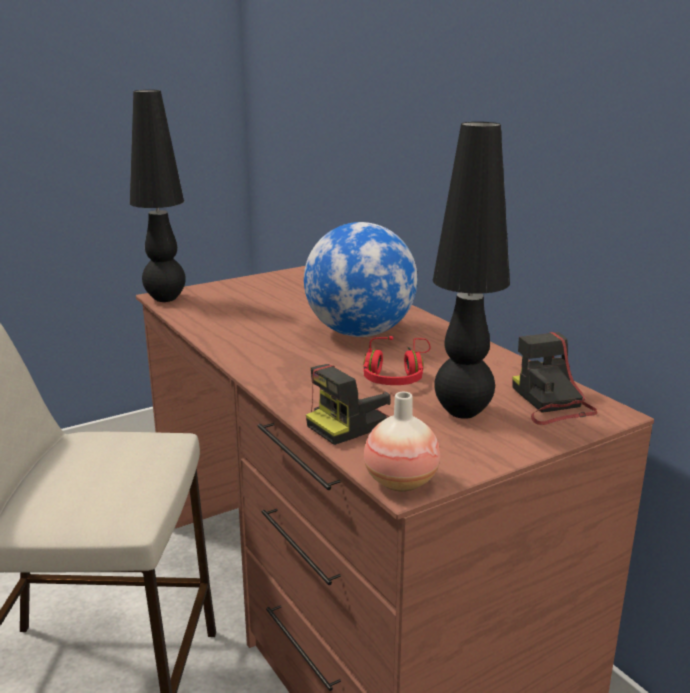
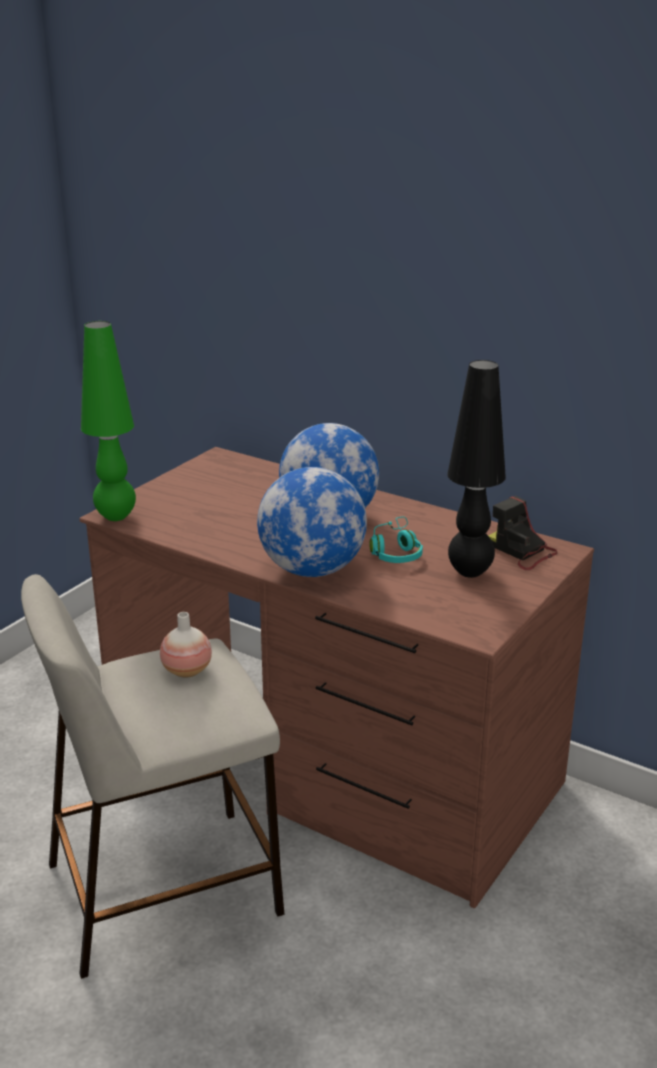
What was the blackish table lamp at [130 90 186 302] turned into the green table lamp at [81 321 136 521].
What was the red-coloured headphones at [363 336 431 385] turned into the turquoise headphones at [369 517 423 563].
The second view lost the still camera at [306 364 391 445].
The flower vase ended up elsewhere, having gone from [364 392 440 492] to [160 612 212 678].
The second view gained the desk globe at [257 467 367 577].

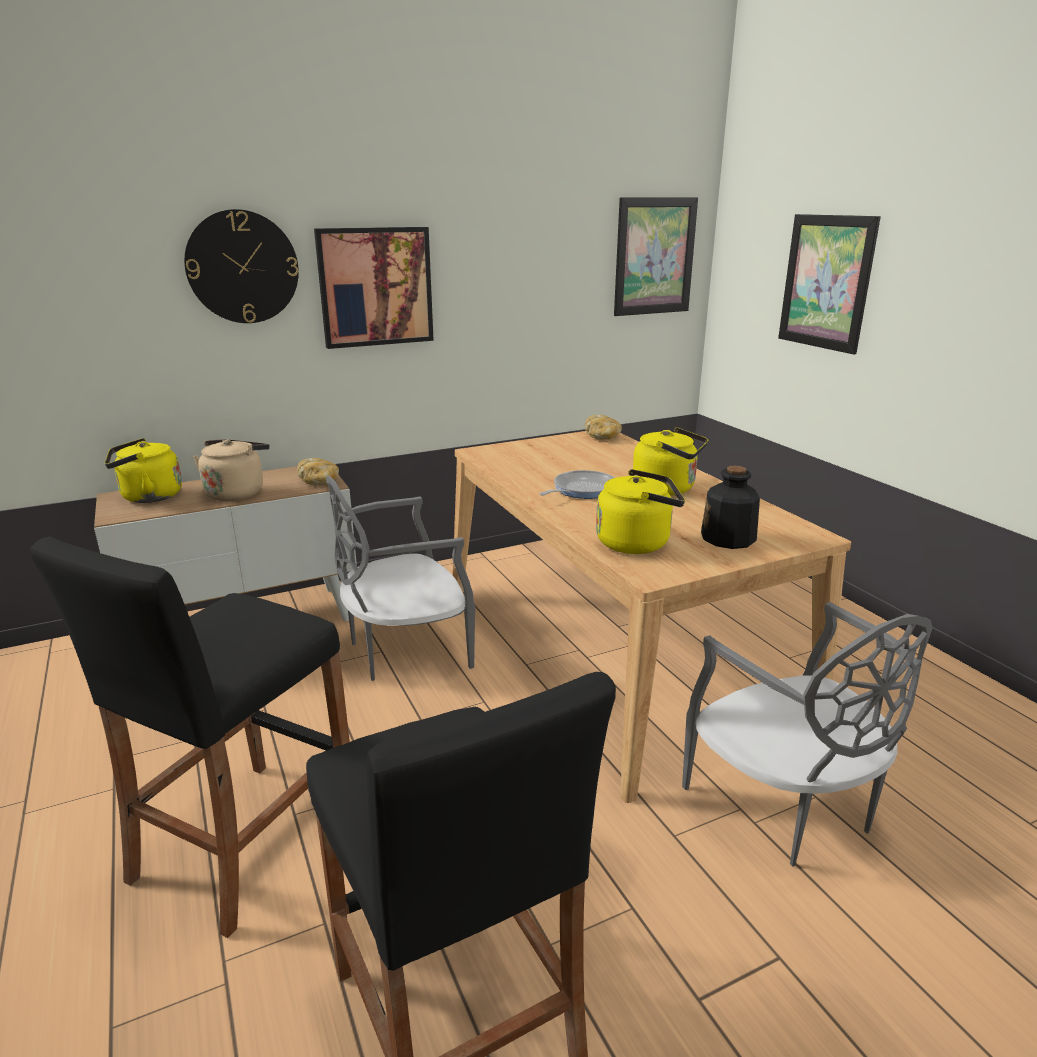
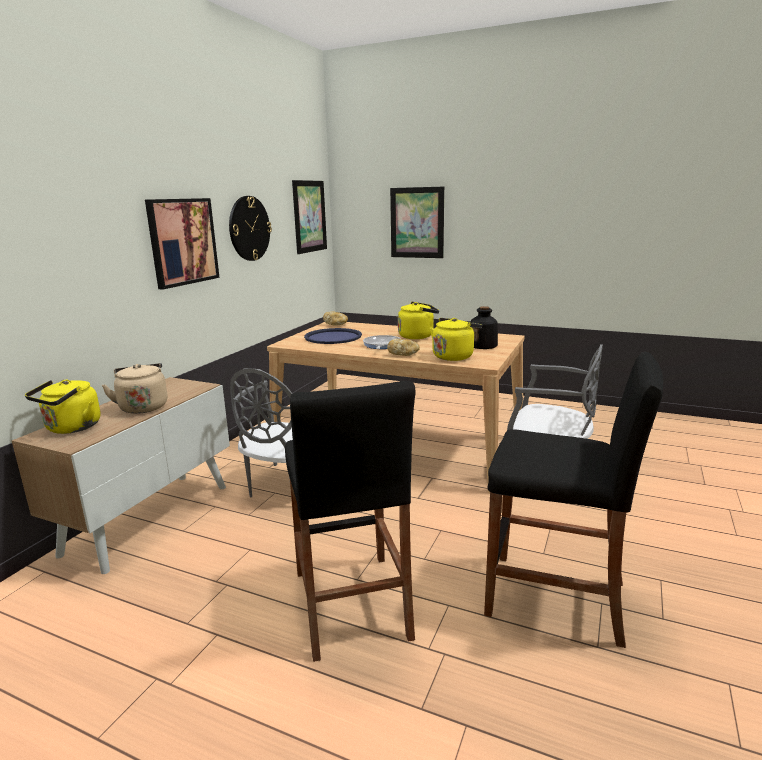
The wall clock ended up elsewhere, having gone from [184 209 299 323] to [229 196 272 261].
The bakery bread ended up elsewhere, having gone from [297 458 339 485] to [387 339 420 356].
The second view gained the bluish serving tray at [304 328 362 344].

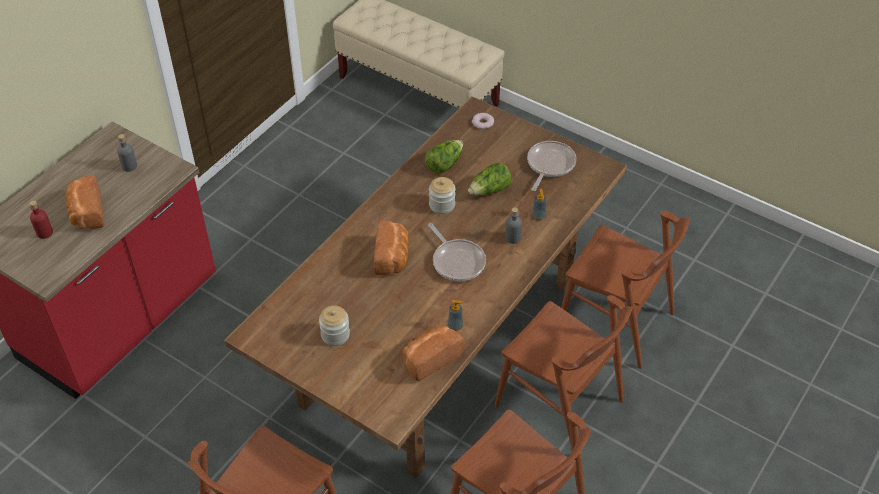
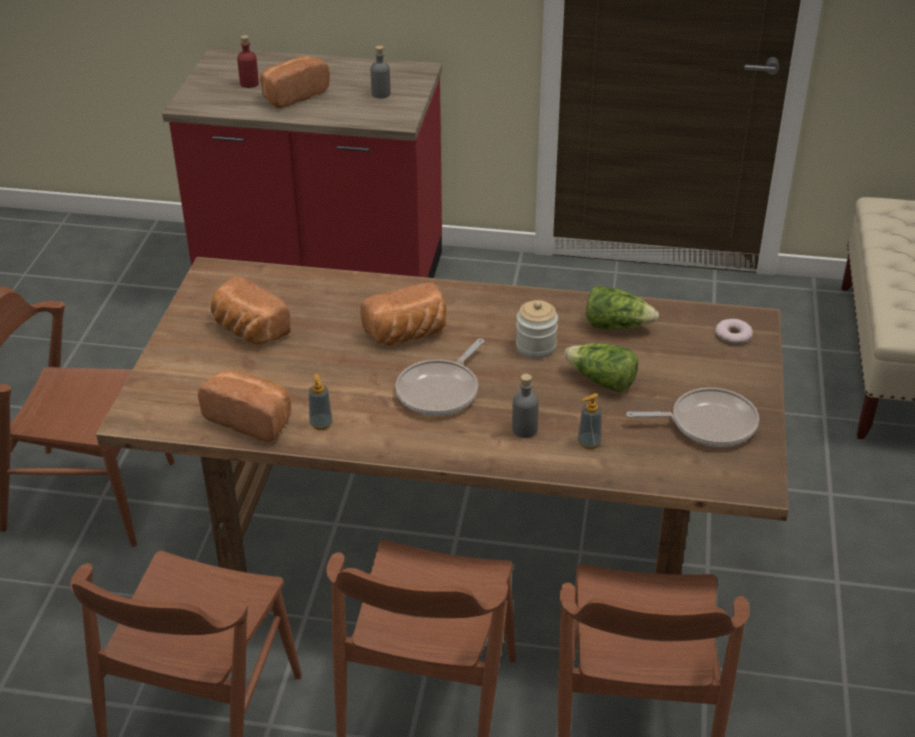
Where the preserve jar stood at [319 305 350 346], the bakery bread came to stand at [211 276 291 345].

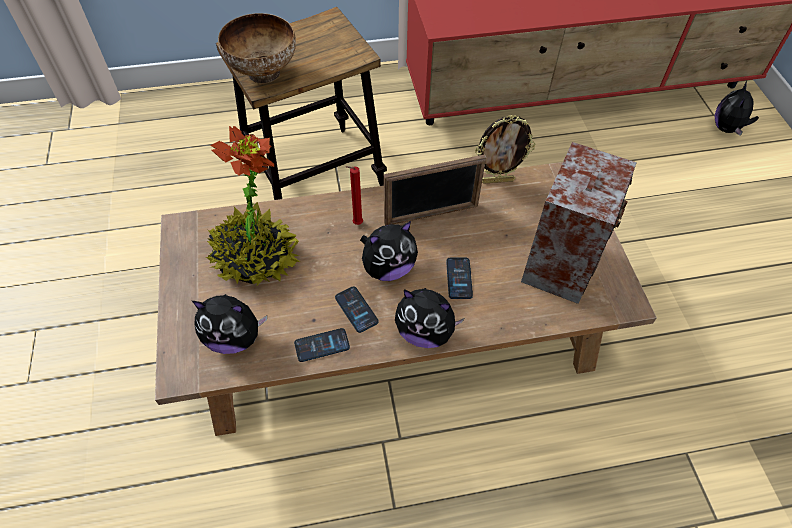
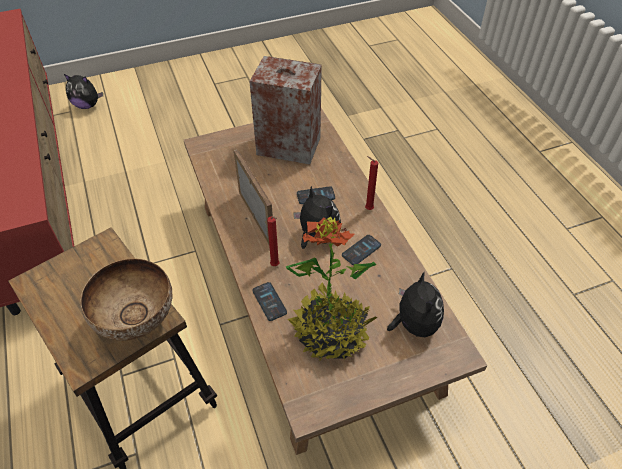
The second view lost the picture frame at [475 115 535 184].
Where the plush toy stood at [395 288 464 348], the red-coloured candle came to stand at [365 156 378 210].
The handset ended up elsewhere, having gone from [294 328 350 362] to [252 282 287 321].

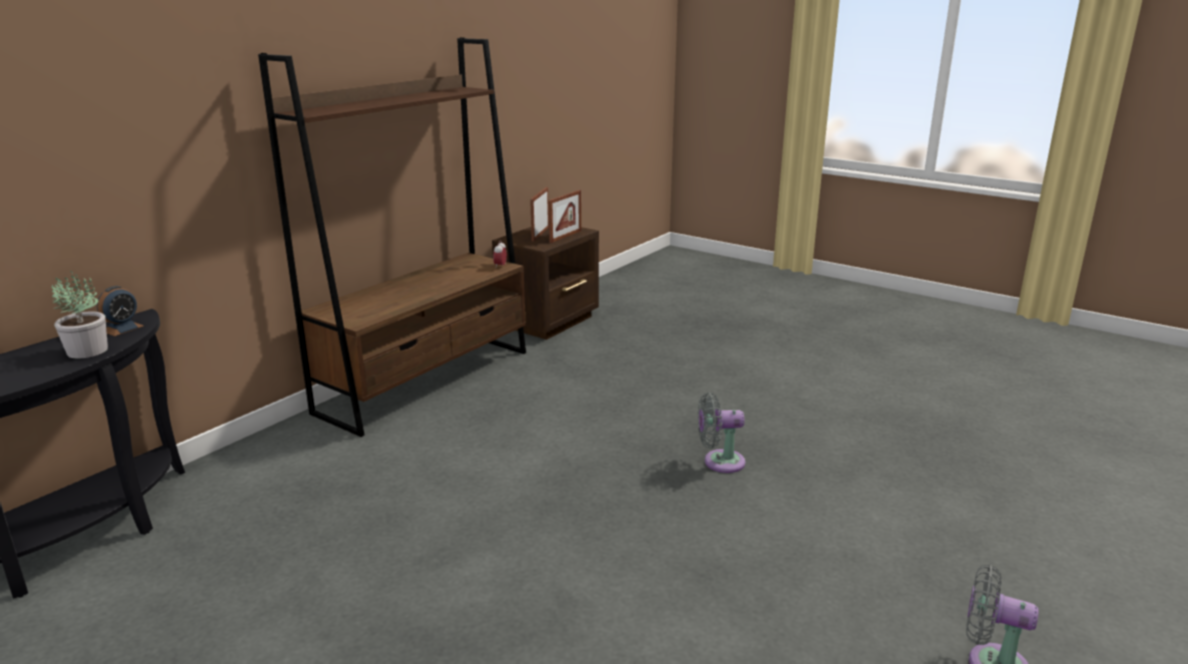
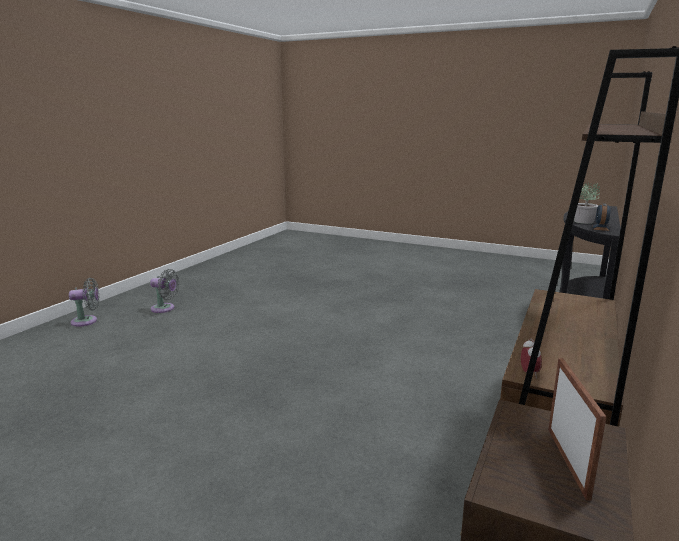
The second view lost the picture frame at [548 190 581 243].
The grey electric fan ended up elsewhere, having gone from [698 392 745 473] to [69 278 99 327].

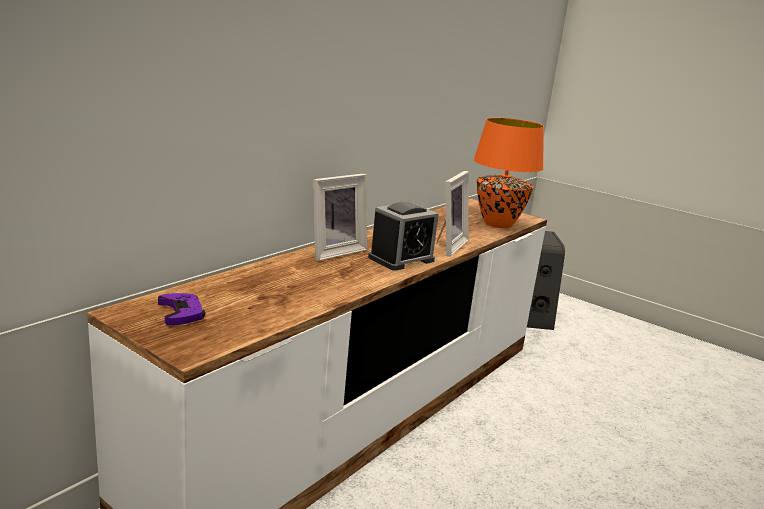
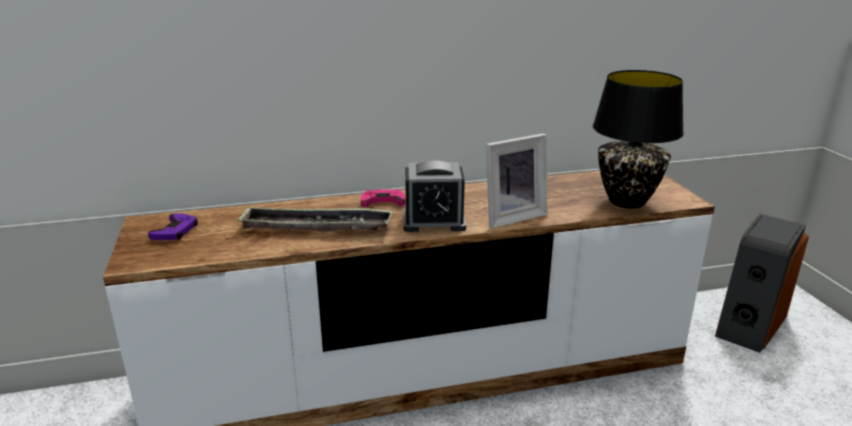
What was the orangey table lamp at [473 118 544 228] turned into the blackish table lamp at [593 70 684 208].
Where the picture frame stood at [313 174 367 261], the pink joypad came to stand at [361 189 405 207].
The second view gained the serving tray at [237 206 392 232].

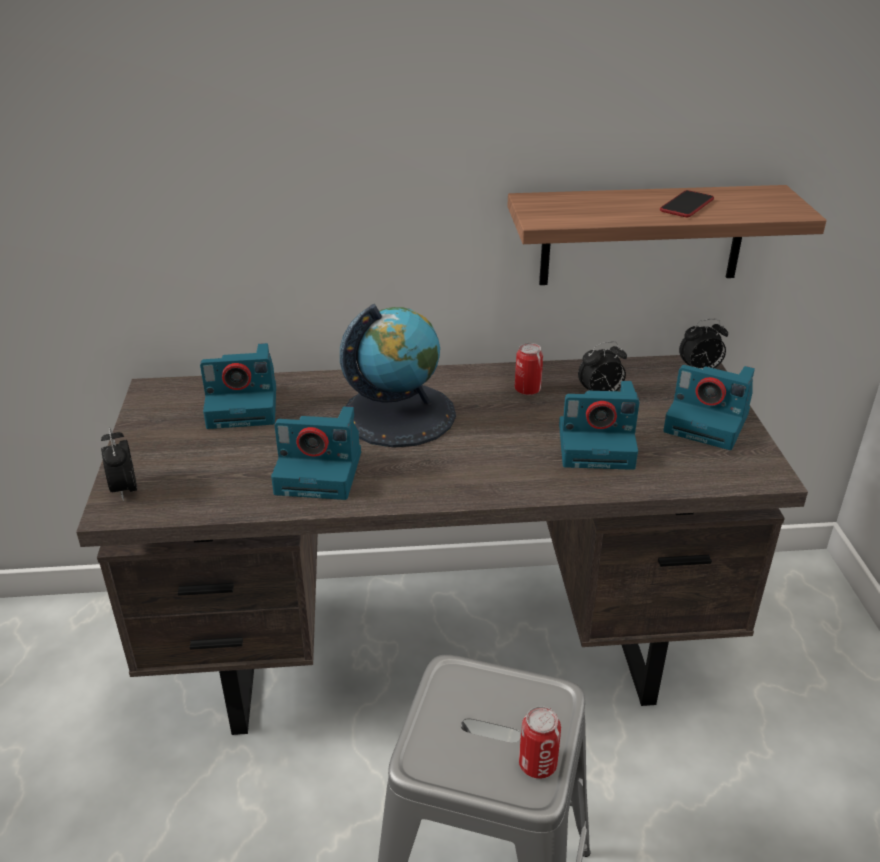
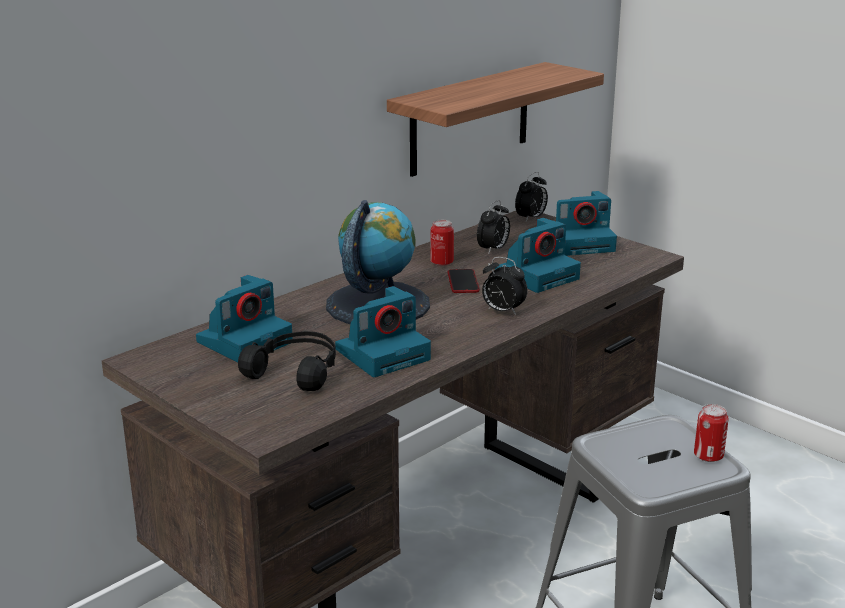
The handset ended up elsewhere, having gone from [660 190 714 217] to [448 269 480 293].
The table clock ended up elsewhere, having gone from [101 427 137 501] to [482 257 527 315].
The second view gained the blackish headphones at [238 331 336 391].

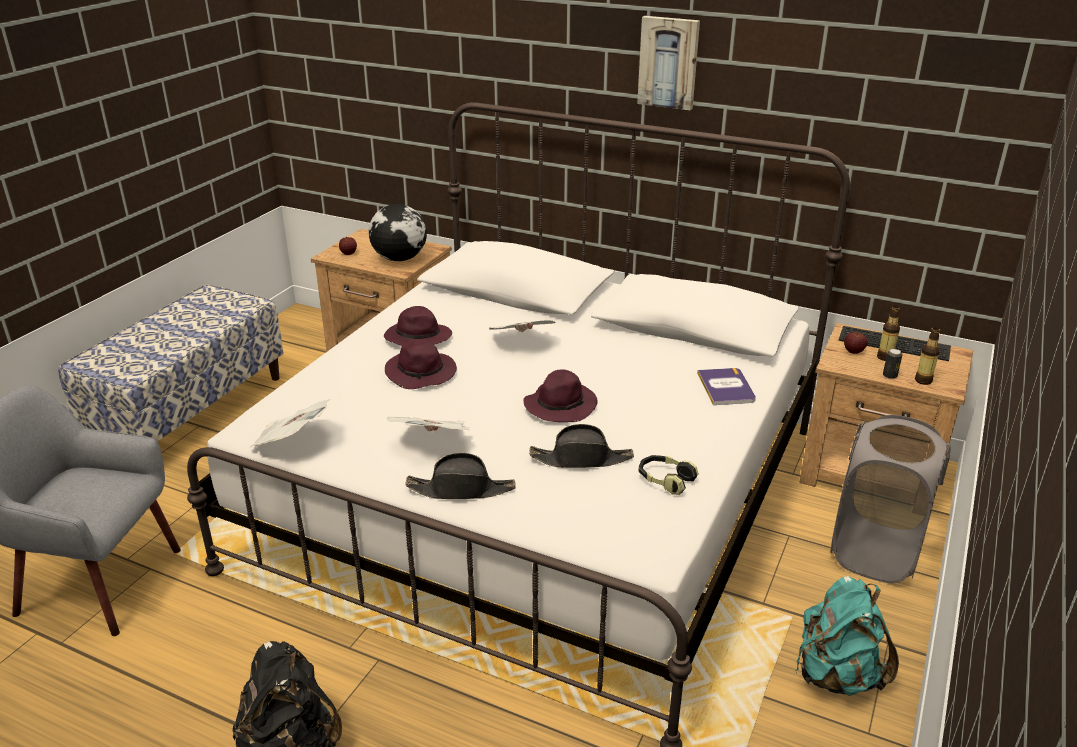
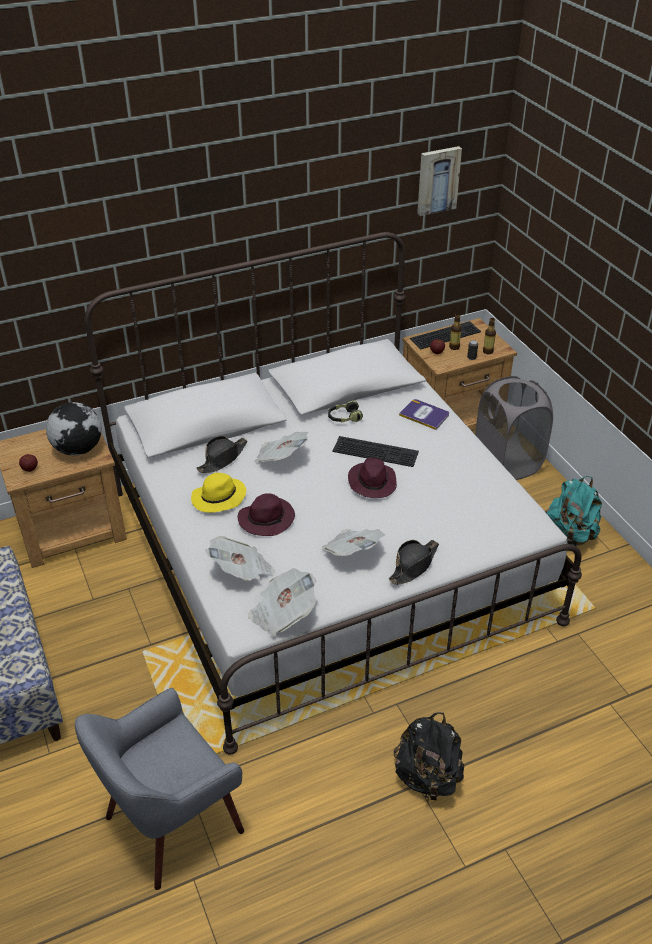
The wall art ended up elsewhere, having gone from [637 16 700 110] to [417 146 462 216].
What was the purplish hat at [384 306 452 346] turned into the yellow hat at [191 473 246 513].
The blackish hat ended up elsewhere, having gone from [529 424 634 468] to [196 436 247 473].
The headphones ended up elsewhere, having gone from [638 455 699 495] to [328 401 363 422].
The second view gained the PC keyboard at [332 436 419 467].
The second view gained the daily paper at [205 536 275 581].

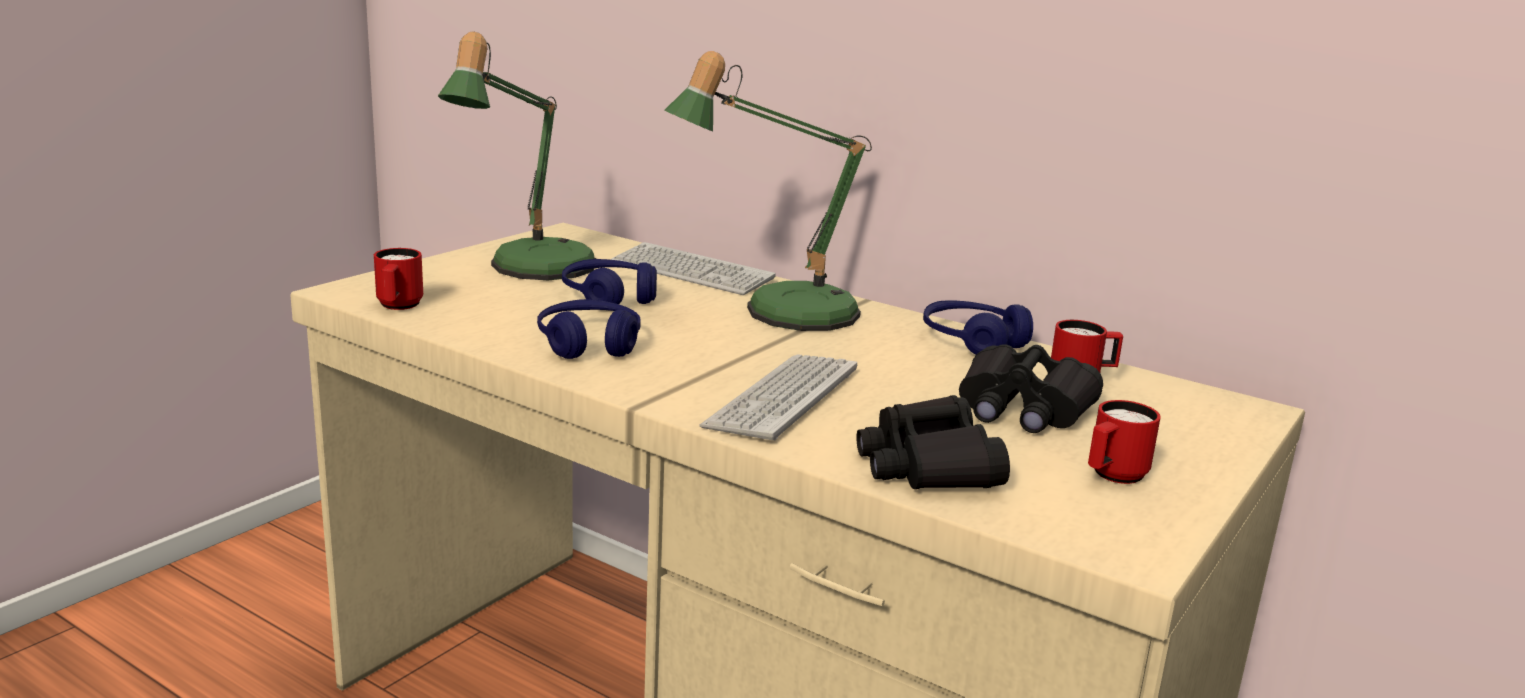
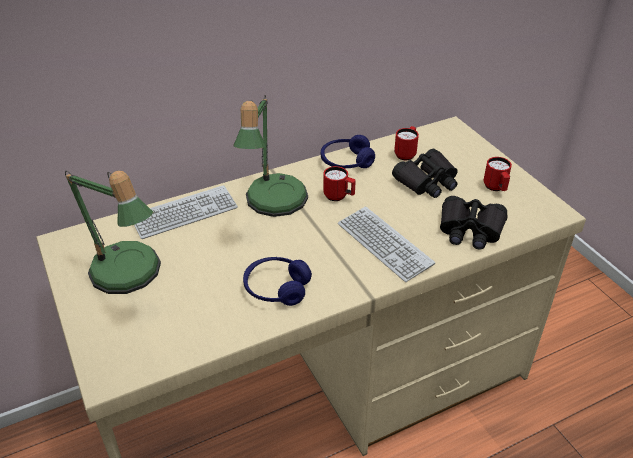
The red-coloured mug ended up elsewhere, having gone from [374 248 423 310] to [323 166 356 201].
The second view lost the bluish headphones at [562 259 657 304].

